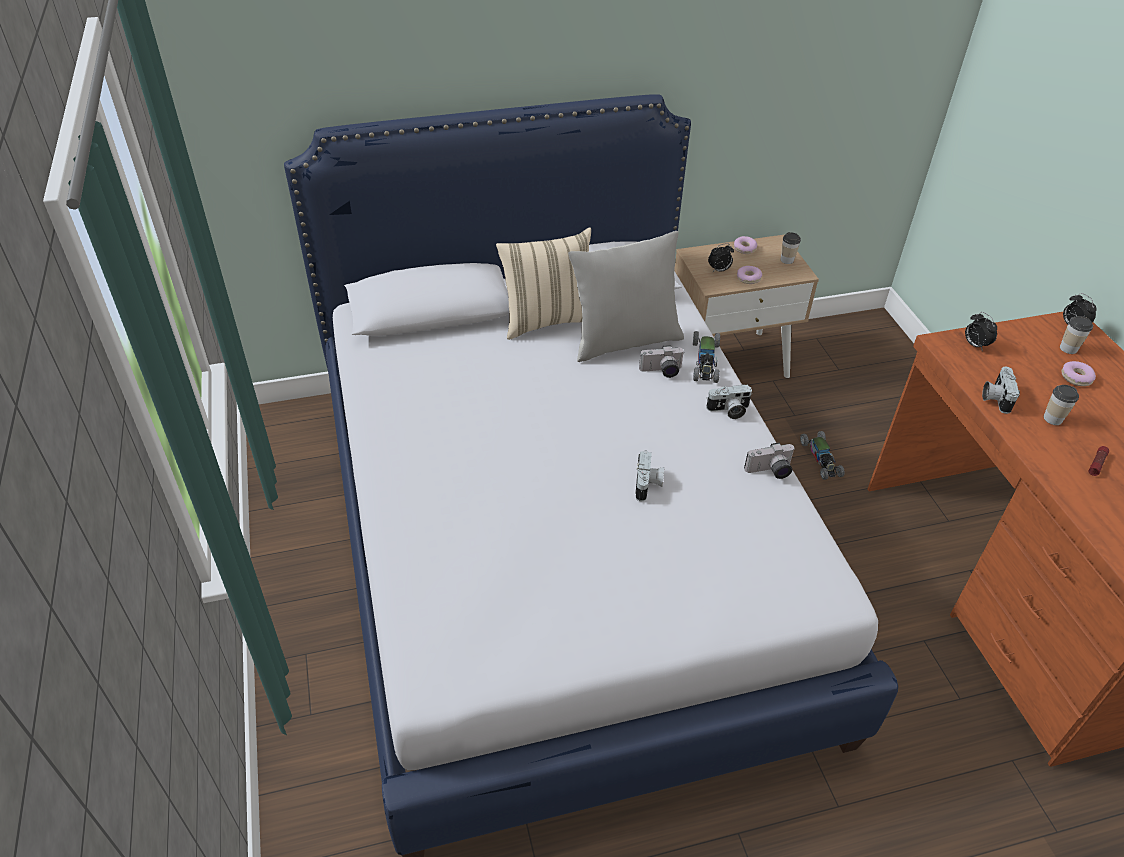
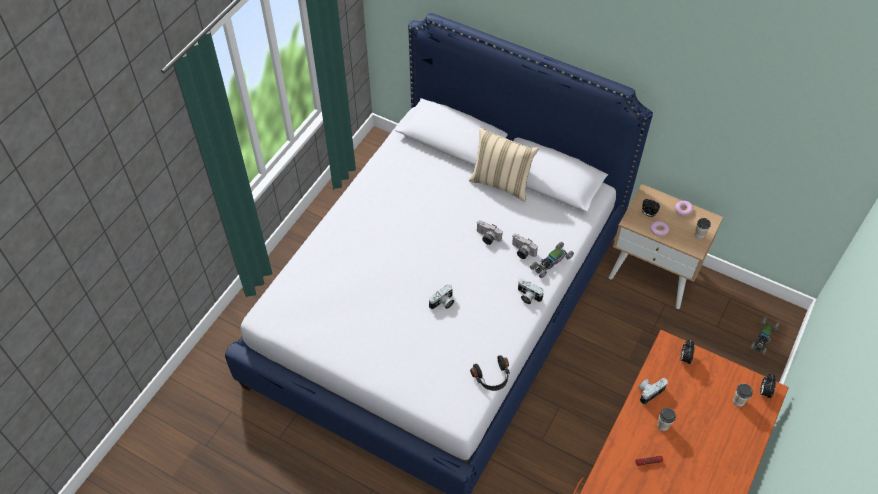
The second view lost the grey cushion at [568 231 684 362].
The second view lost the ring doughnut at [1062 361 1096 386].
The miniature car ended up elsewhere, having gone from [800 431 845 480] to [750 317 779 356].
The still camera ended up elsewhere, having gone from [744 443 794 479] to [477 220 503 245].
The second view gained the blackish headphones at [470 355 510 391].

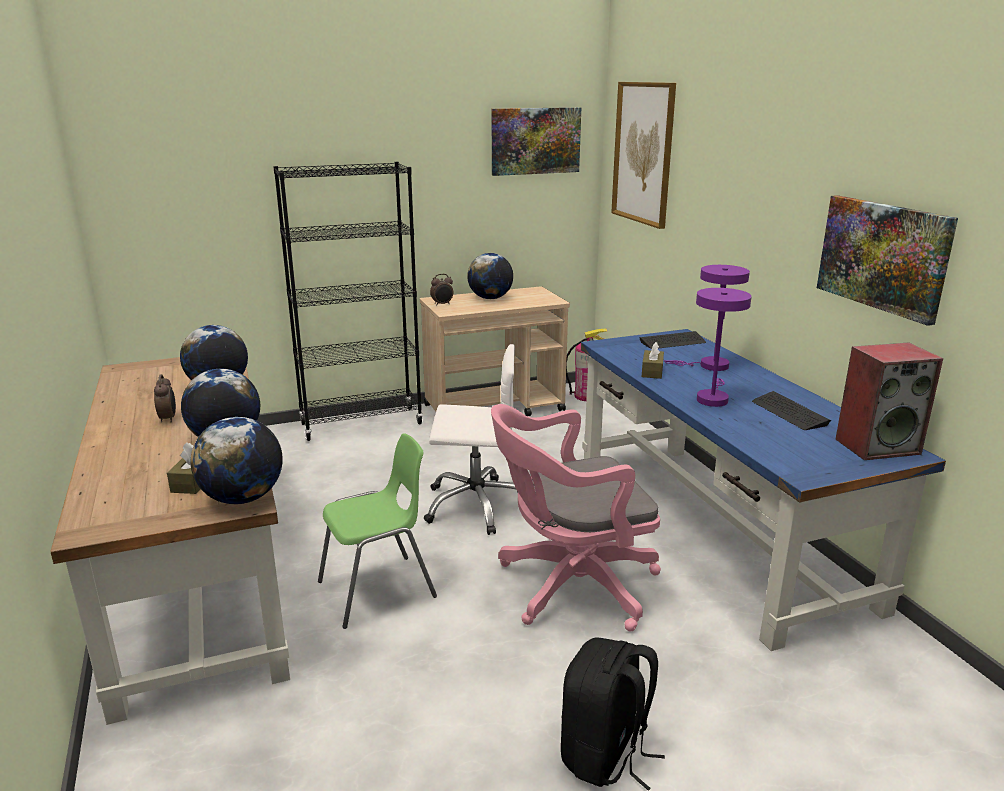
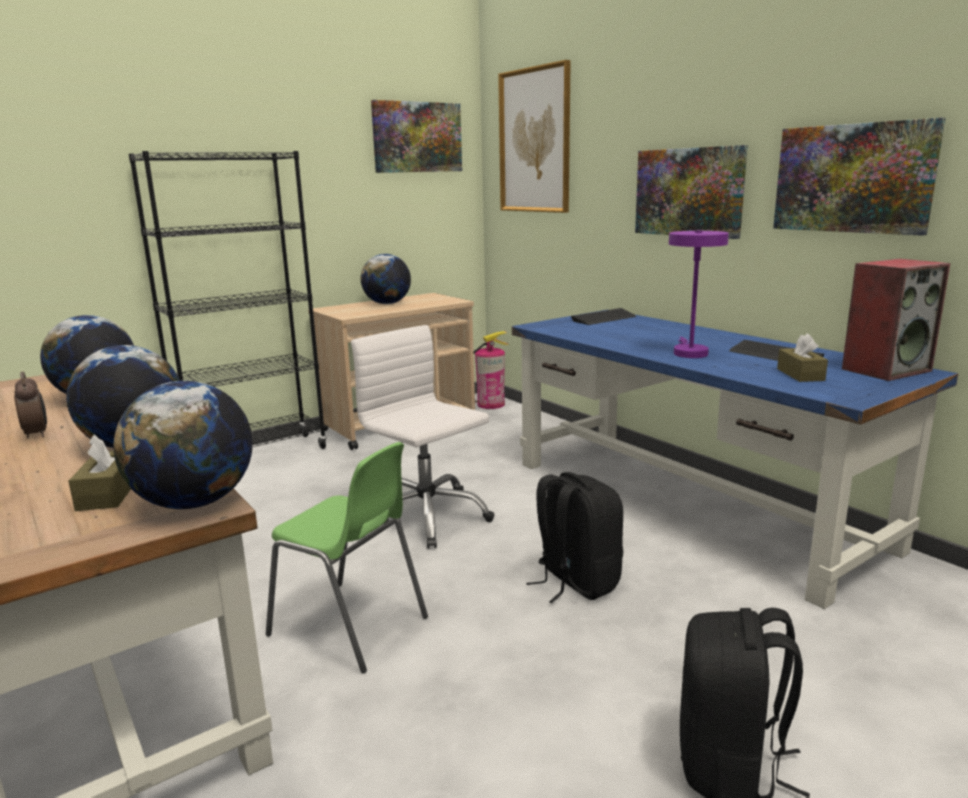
The second view lost the purplish table lamp at [664 265 750 371].
The second view lost the table clock at [430 274 453 306].
The brown box of tissues ended up elsewhere, having gone from [642 342 664 379] to [777 333 828 382].
The white desk chair at [424 344 516 535] ended up facing another way, 120 degrees counterclockwise from before.
Where the pink desk chair stood at [491 404 661 632], the blackish rucksack came to stand at [526 472 623 603].
The green upright chair at [318 433 437 629] ended up facing another way, 75 degrees clockwise from before.
The second view gained the wall art at [635 145 748 239].

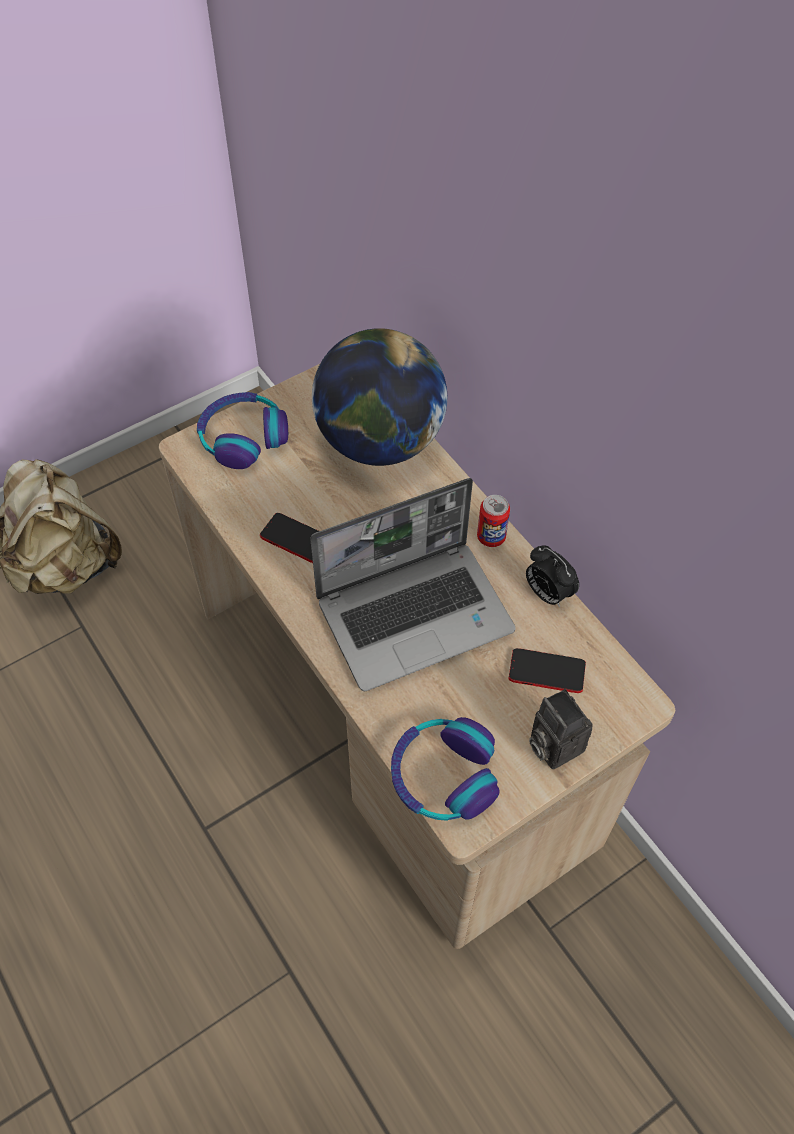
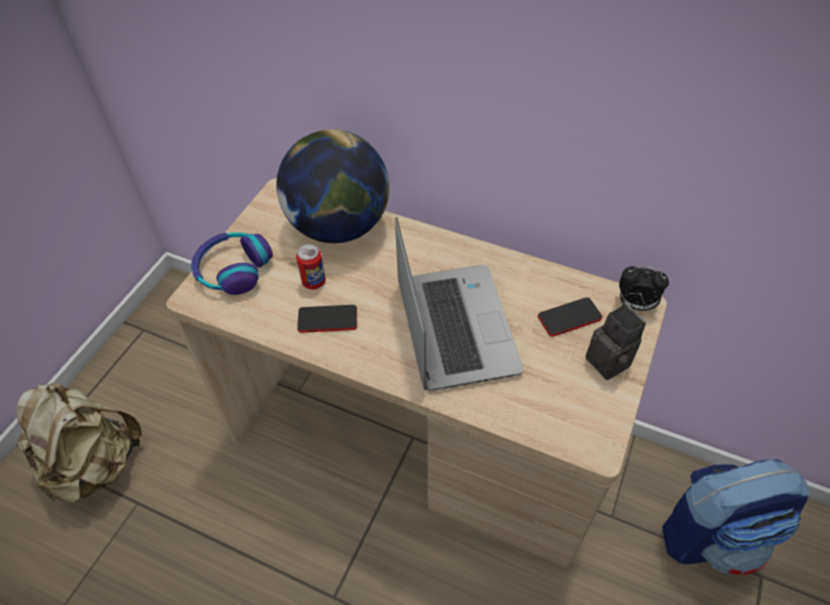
The laptop at [310 478 516 691] ended up facing another way, 45 degrees counterclockwise from before.
The can ended up elsewhere, having gone from [477 495 510 547] to [296 244 326 289].
The table clock ended up elsewhere, having gone from [526 545 579 607] to [619 266 669 311].
The still camera at [529 689 593 769] ended up facing another way, 150 degrees counterclockwise from before.
The second view lost the headphones at [391 717 500 821].
The second view gained the rucksack at [662 459 810 575].

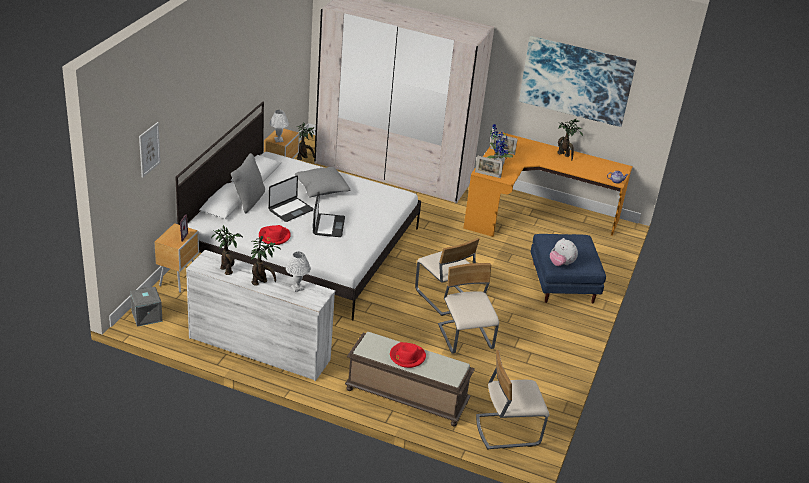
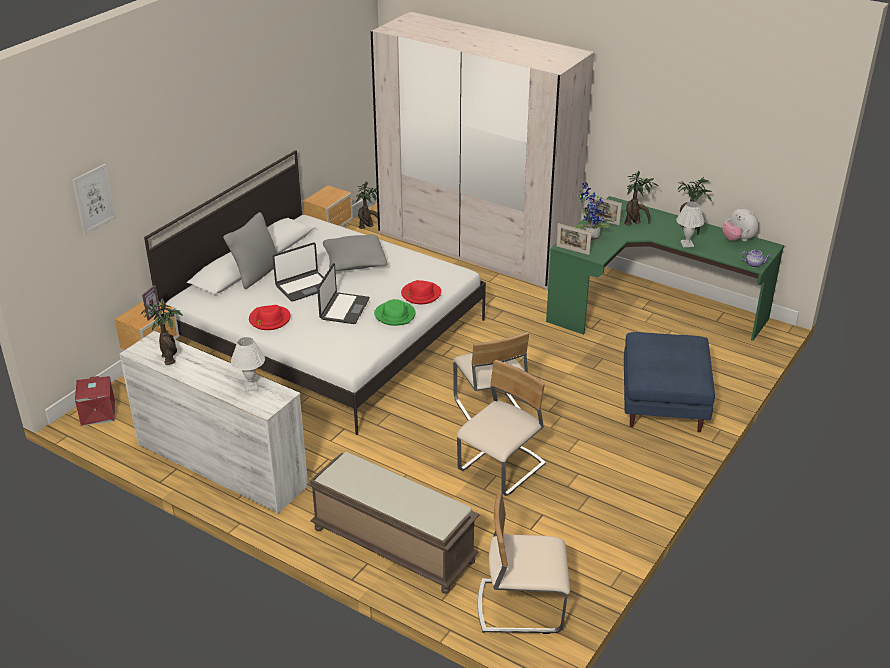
The second view lost the wall art at [519 36 637 127].
The white table lamp ended up elsewhere, having gone from [269 110 289 142] to [676 202 704 247].
What was the orangey desk unit at [463 132 633 237] turned into the green desk unit at [546 196 784 341].
The potted plant ended up elsewhere, having gone from [251 236 281 286] to [624 170 659 226].
The plush toy ended up elsewhere, having gone from [550 238 578 266] to [722 206 759 241].
The sand-coloured upright chair at [438 263 499 354] ended up facing another way, 45 degrees clockwise from before.
What was the grey storage box at [130 287 163 327] turned into the red-coloured storage box at [75 376 115 426].
The red-coloured hat ended up elsewhere, having gone from [390 342 426 368] to [401 280 442 304].
The second view gained the green hat at [374 299 416 326].

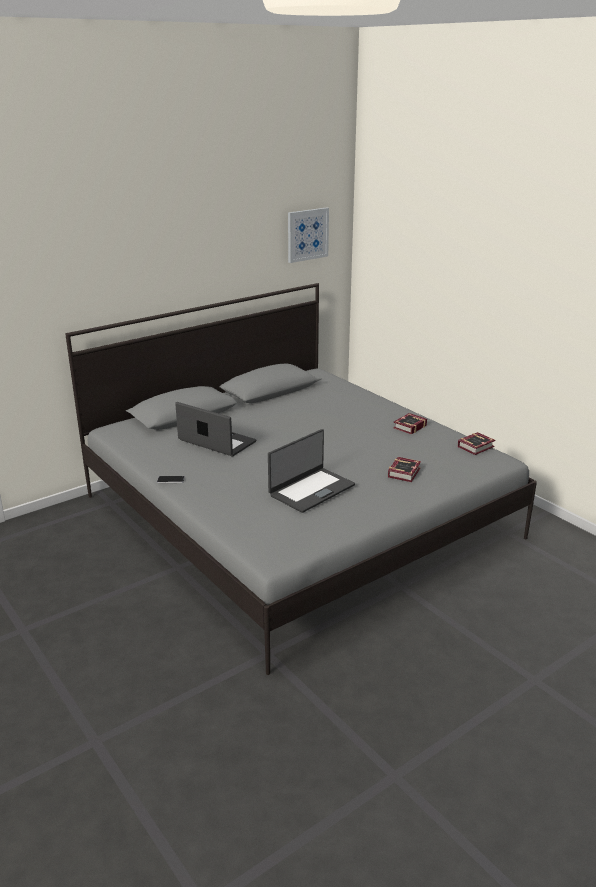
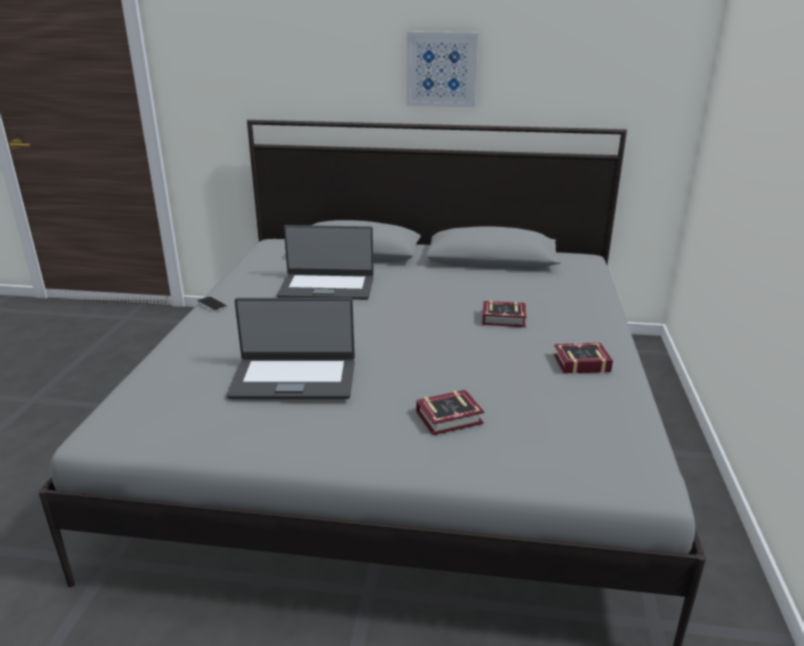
The wall art ended up elsewhere, having gone from [288 207 329 263] to [407 31 478 107].
The laptop at [175 402 256 456] ended up facing another way, 105 degrees clockwise from before.
The book ended up elsewhere, having gone from [458 432 495 455] to [482 300 527 327].

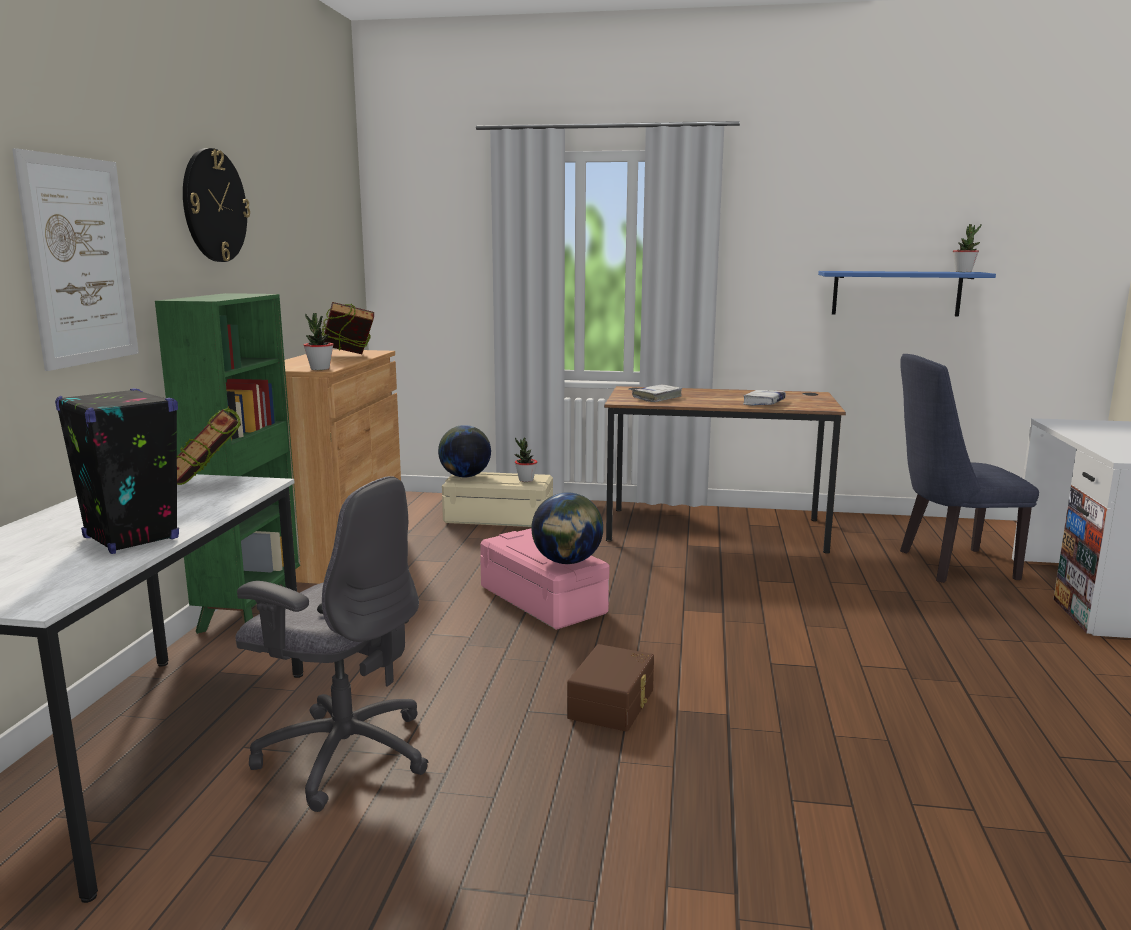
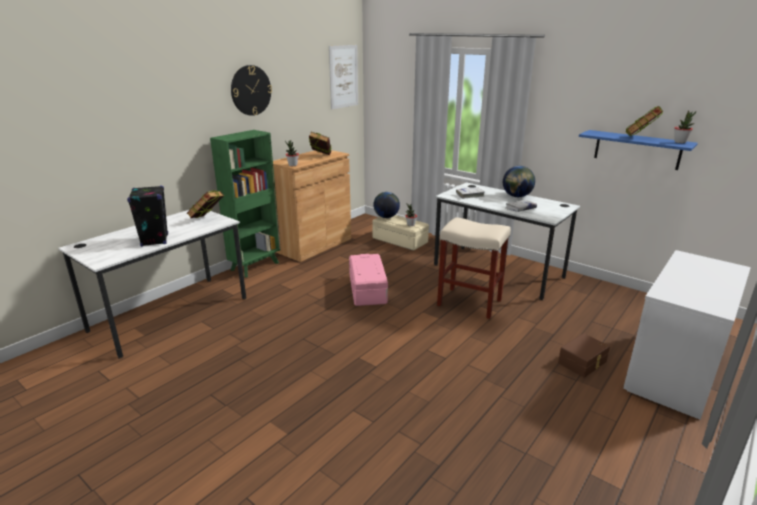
The wall art ended up elsewhere, having gone from [12 148 139 371] to [329 45 358 109].
The second view lost the bluish upright chair at [900 354 1039 583].
What was the brown desk unit at [604 386 846 554] turned into the white desk unit at [434 182 580 300].
The second view lost the grey desk chair at [235 476 429 812].
The desk globe ended up elsewhere, having gone from [531 492 603 564] to [503 166 535 197].
The brown storage box ended up elsewhere, having gone from [567 644 654 732] to [558 333 610 378].
The second view gained the book at [626 106 663 136].
The second view gained the sand-coloured stool at [437 217 511 319].

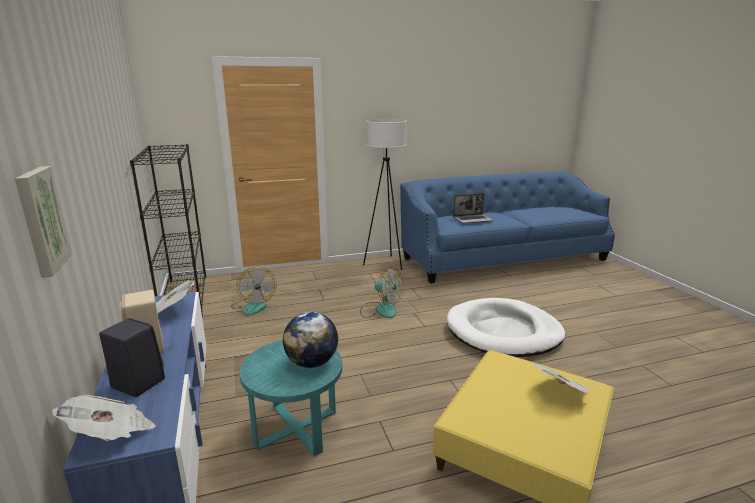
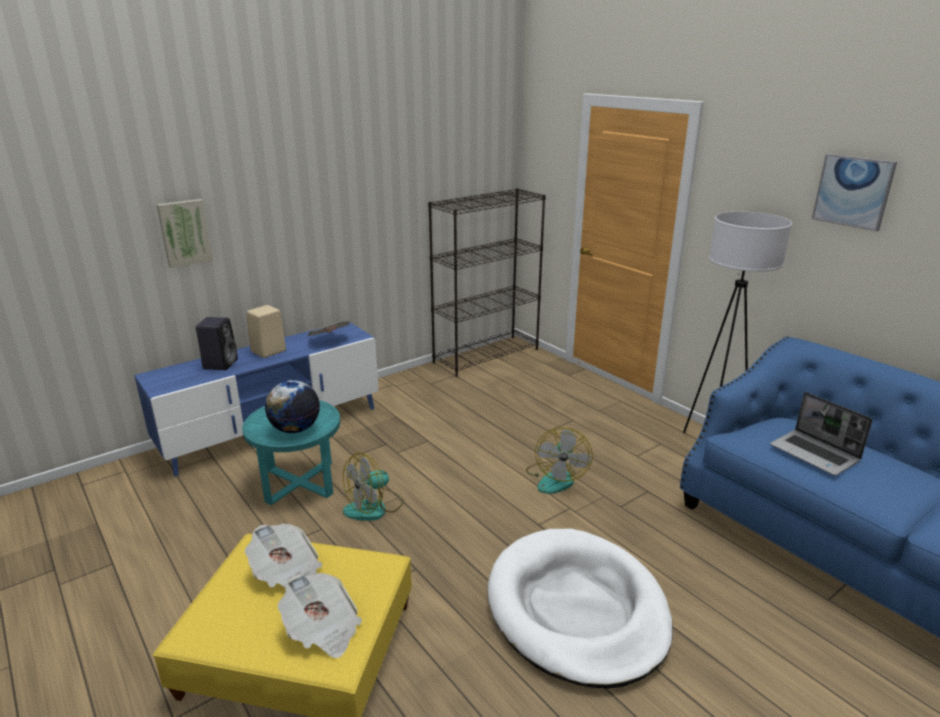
The electric fan ended up elsewhere, having gone from [231 266 277 316] to [343 452 404 521].
The daily paper ended up elsewhere, having gone from [52 395 156 441] to [245 524 322 588].
The second view gained the wall art at [812 154 897 231].

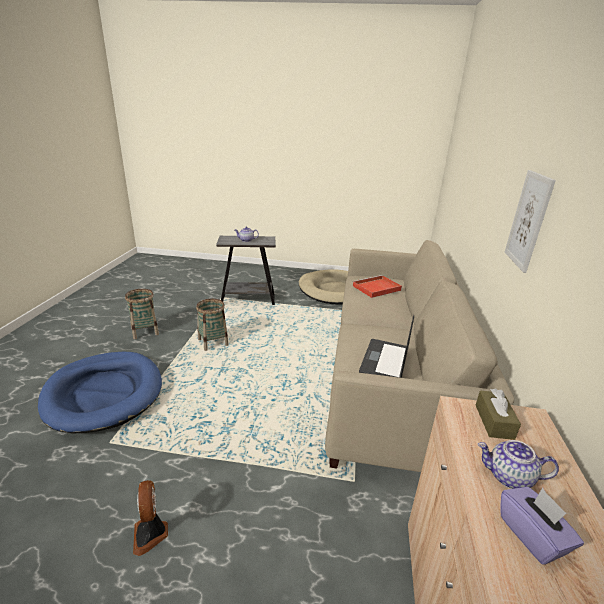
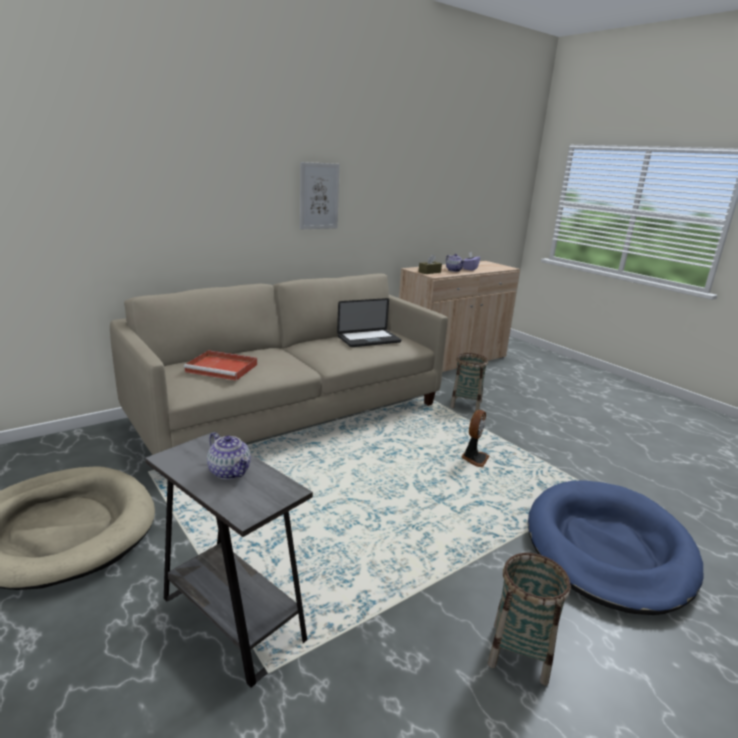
The household basket ended up elsewhere, having gone from [196 299 229 351] to [450 353 488 411].
The electric fan ended up elsewhere, having gone from [133 480 168 556] to [461 410 489 467].

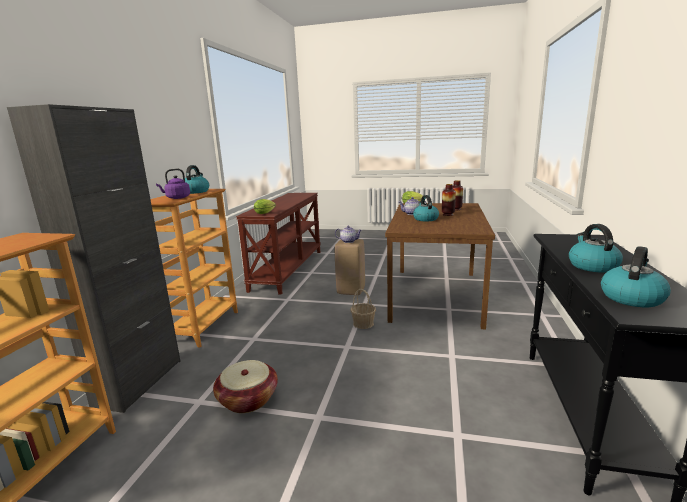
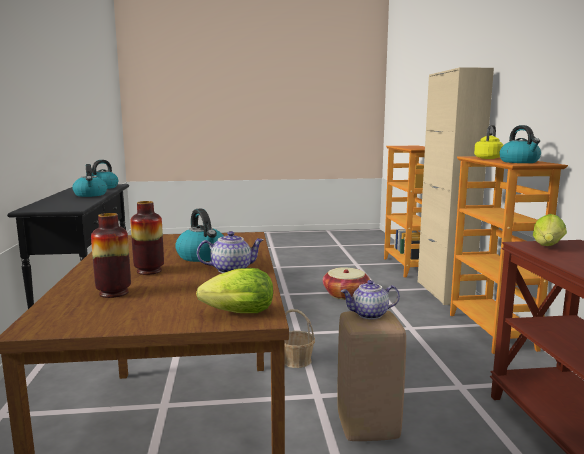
What was the blackish storage cabinet at [7 104 180 413] turned into the sand-coloured storage cabinet at [418 67 494 305].
What was the purplish water kettle at [156 169 190 199] turned into the yellow water kettle at [474 125 503 159].

